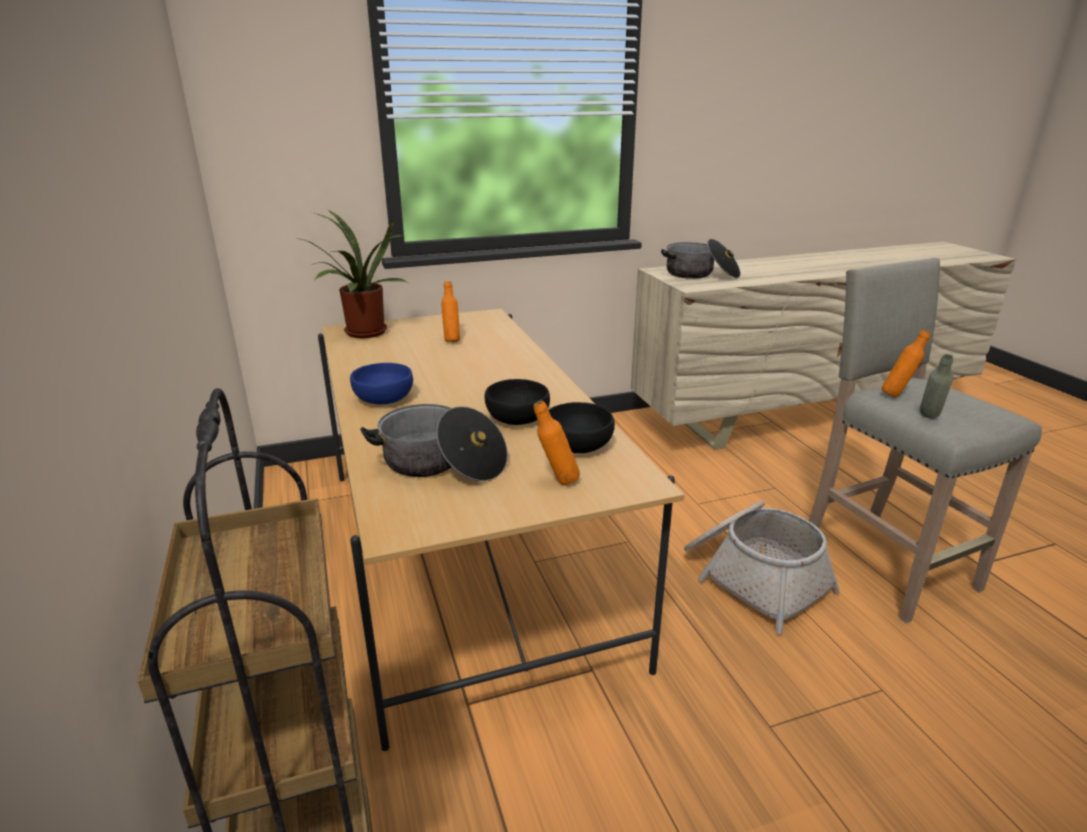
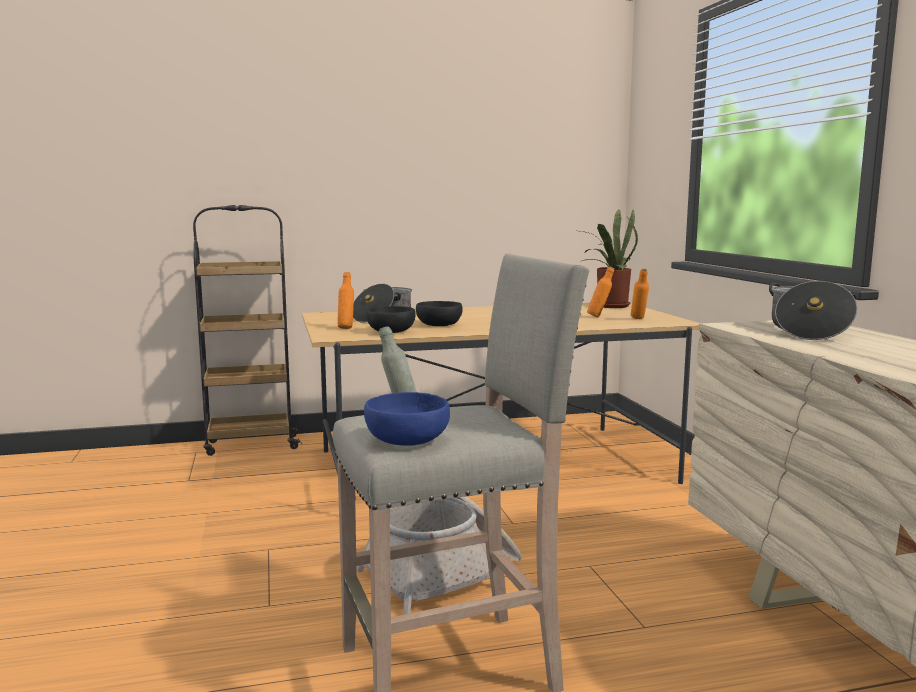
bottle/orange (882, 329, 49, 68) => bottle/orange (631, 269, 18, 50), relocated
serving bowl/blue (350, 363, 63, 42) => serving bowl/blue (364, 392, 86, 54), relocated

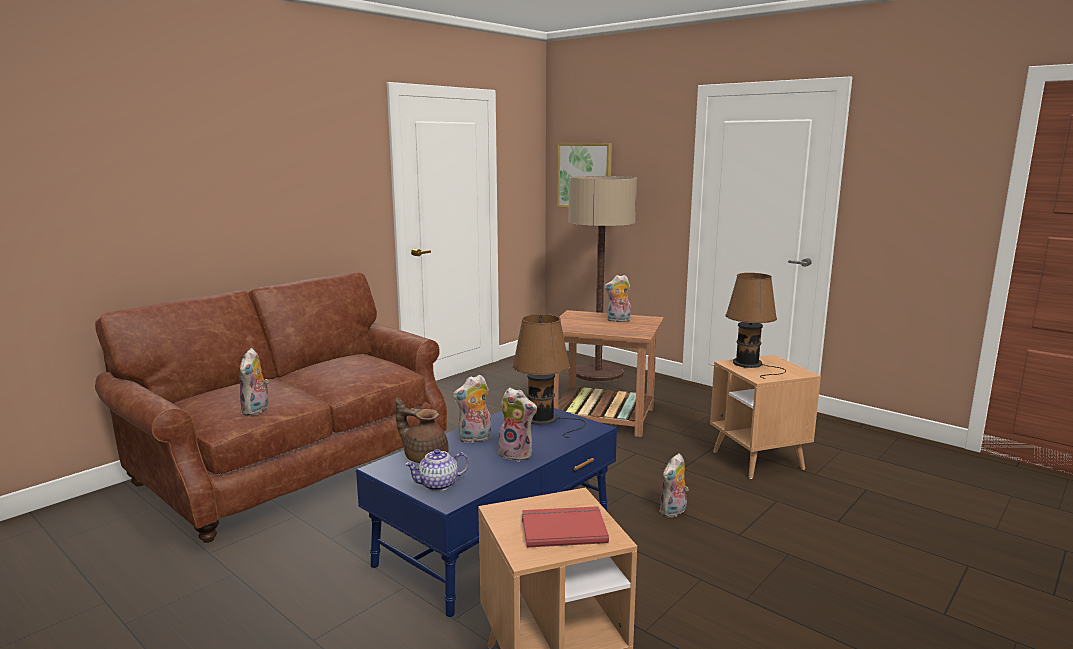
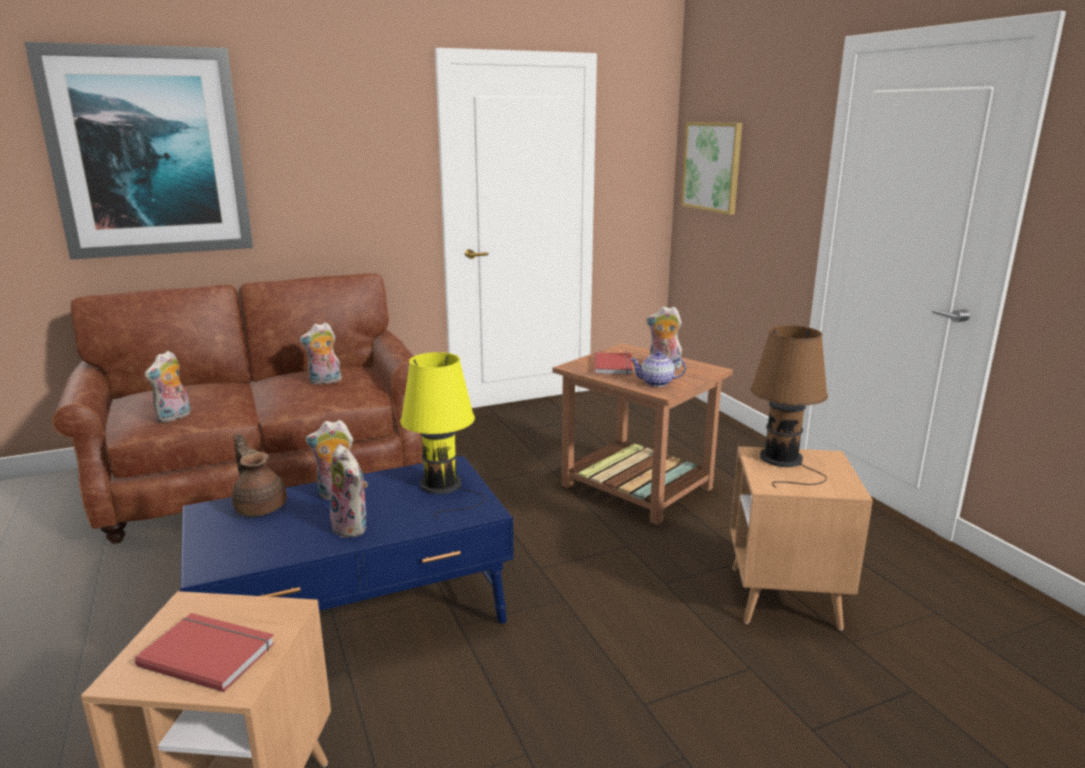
standard lamp (568, 176, 69, 206) => nothing
lamp for a table/brown (512, 314, 74, 124) => lamp for a table/yellowish (400, 352, 85, 167)
pot for tea (405, 449, 64, 42) => pot for tea (630, 351, 56, 36), relocated
plush toy (659, 453, 30, 64) => plush toy (299, 323, 42, 62), relocated
nothing => wall art (24, 42, 229, 217)
nothing => bound book/red-coloured (594, 352, 39, 23)

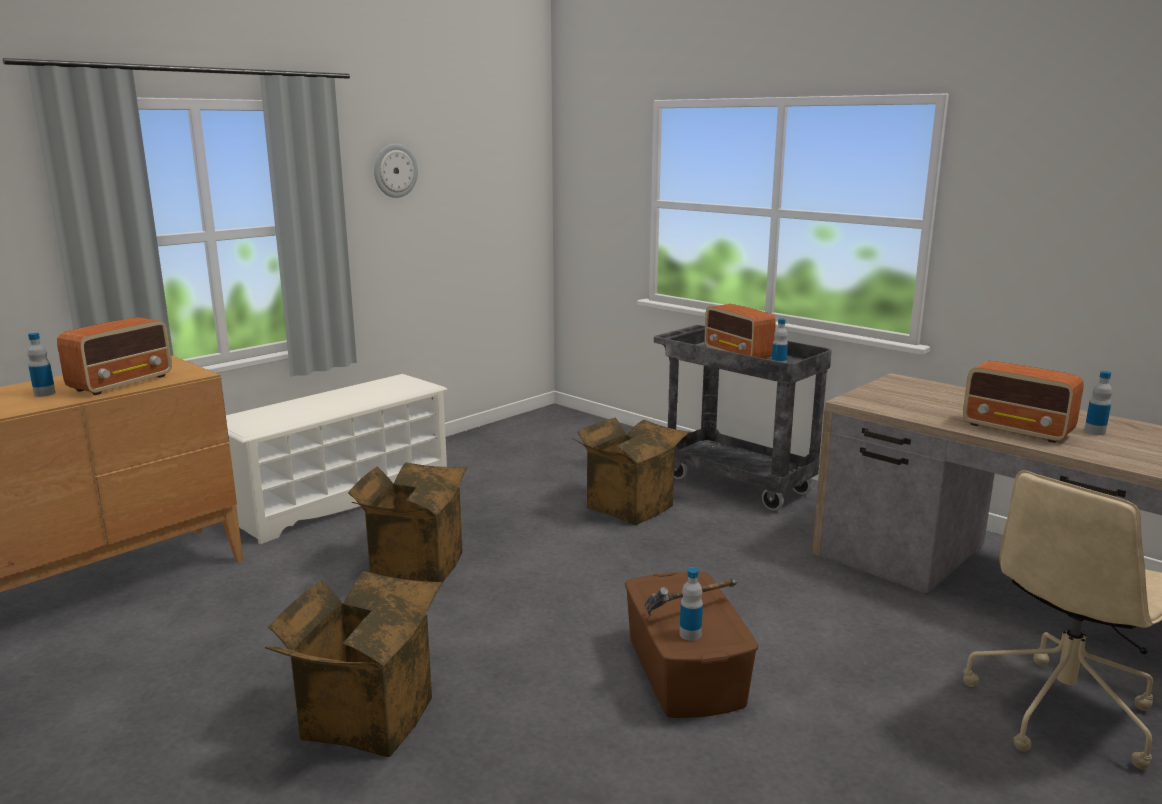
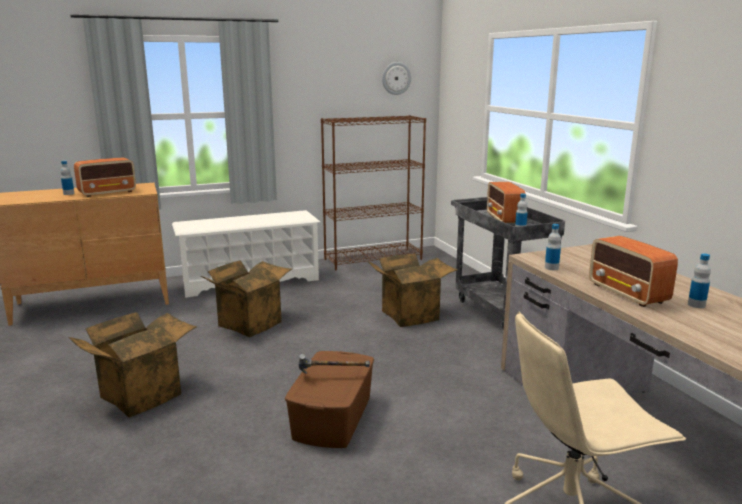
clock on the wall (374, 144, 44, 54) => clock on the wall (382, 62, 29, 33), relocated
bottle (680, 567, 23, 74) => bottle (545, 224, 16, 46), relocated
nothing => shelving unit/brown (321, 115, 105, 155)

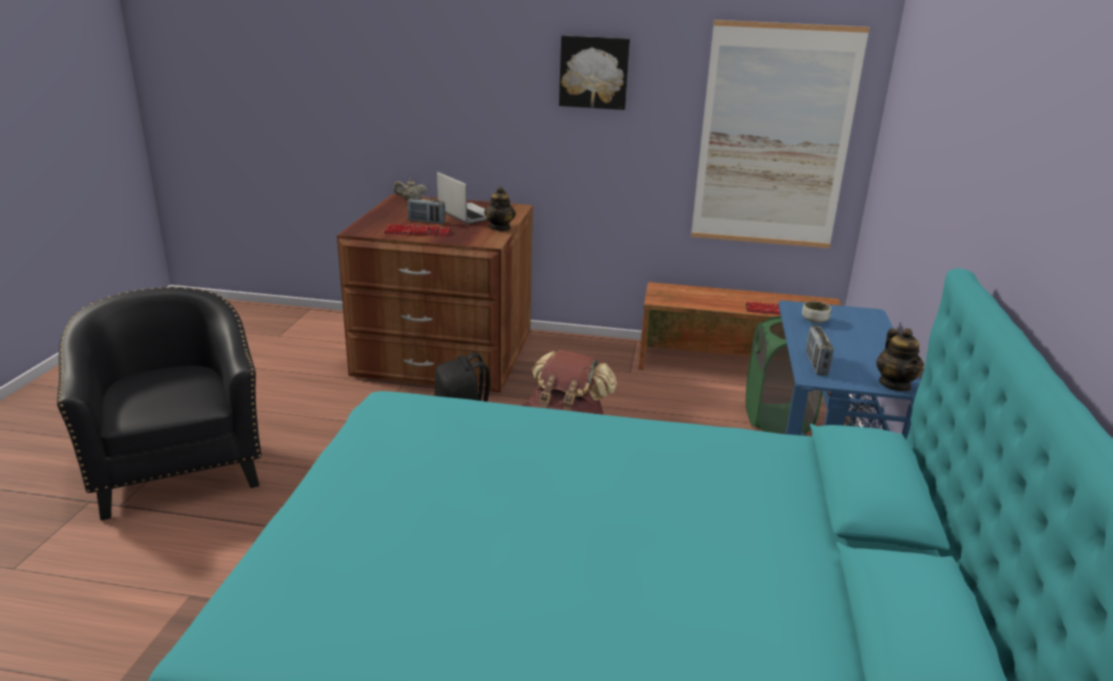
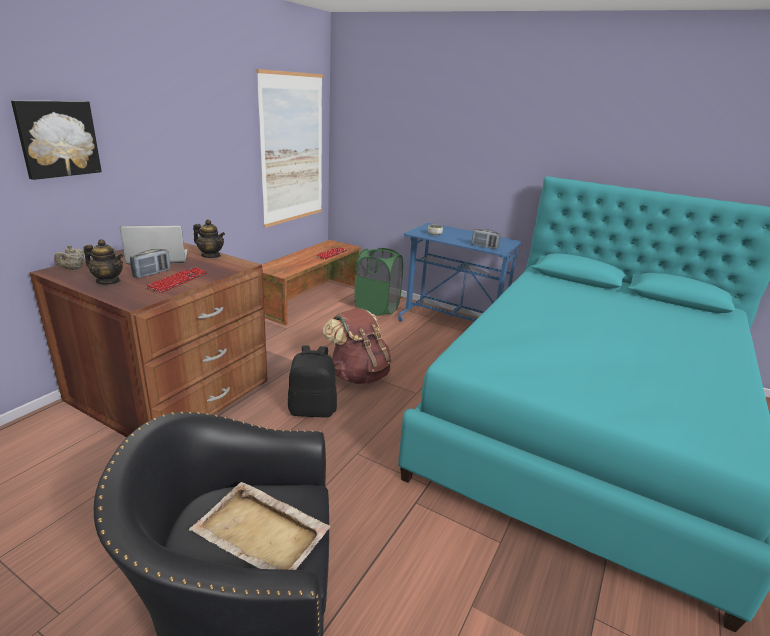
wall art (559, 35, 71, 75) => wall art (11, 101, 91, 79), relocated
pot for tea (876, 328, 48, 64) => pot for tea (84, 239, 39, 45), relocated
nothing => tray/beige-coloured (189, 482, 142, 88)

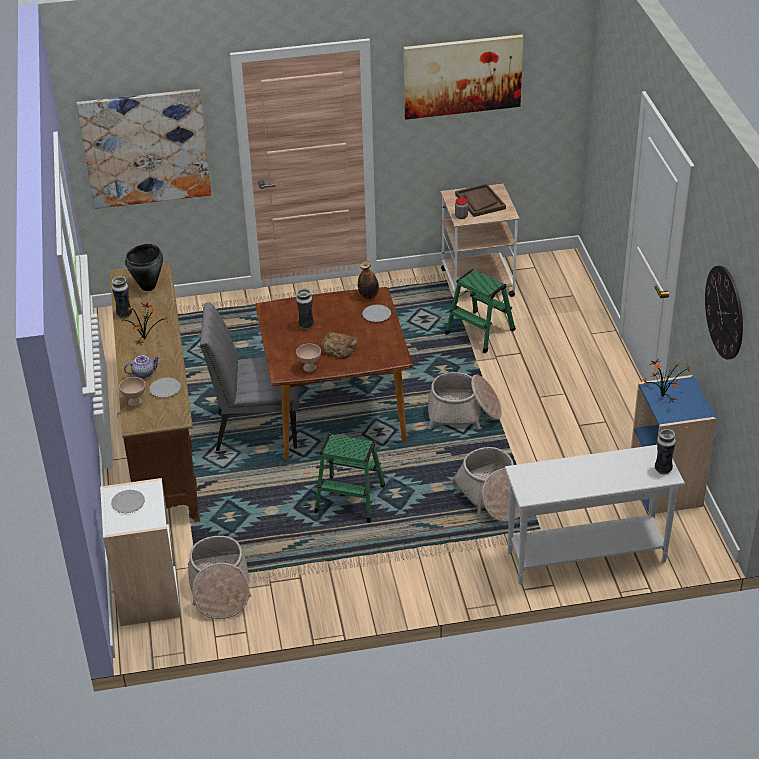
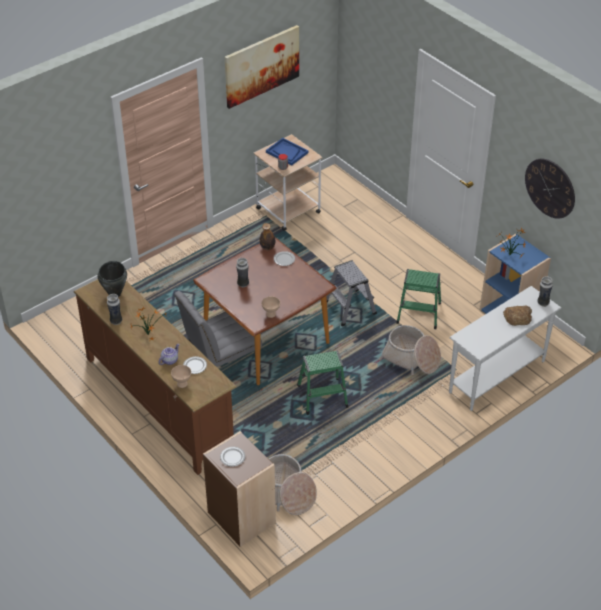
wall art (77, 89, 134, 120) => nothing
tray/brown (455, 184, 51, 33) => tray/blue (266, 138, 42, 28)
step ladder/green (445, 269, 71, 85) => step ladder/green (396, 269, 45, 60), relocated
bakery bread (321, 332, 36, 27) => bakery bread (503, 306, 29, 20), relocated
storage basket (428, 372, 74, 57) => step ladder/gray (326, 260, 51, 67)
shelving unit/whitish (100, 478, 81, 148) => shelving unit/brown (203, 431, 73, 116)

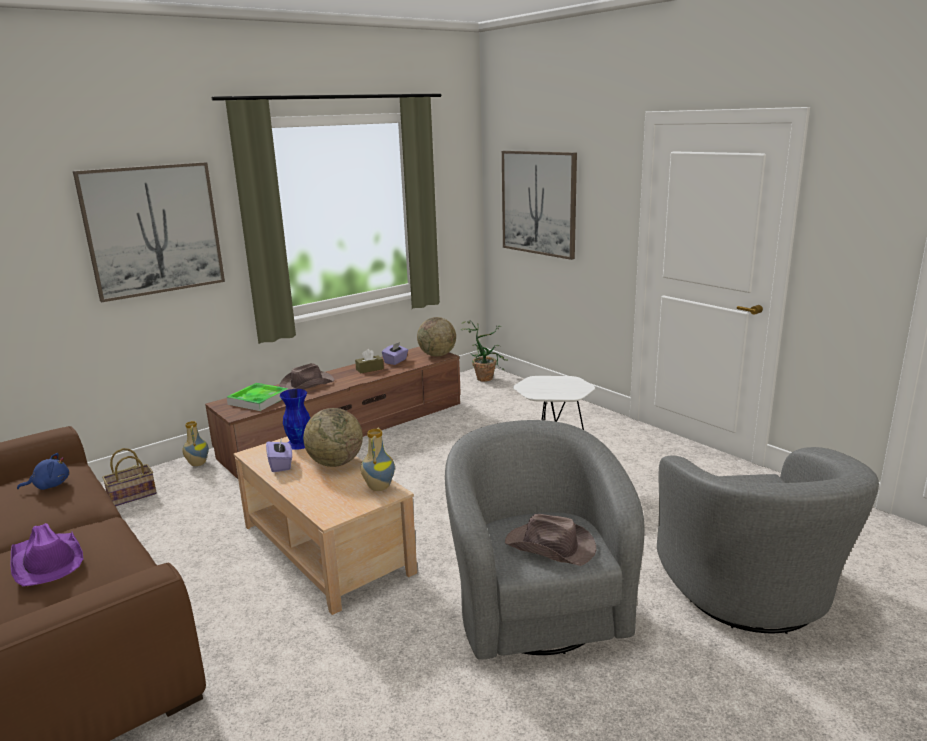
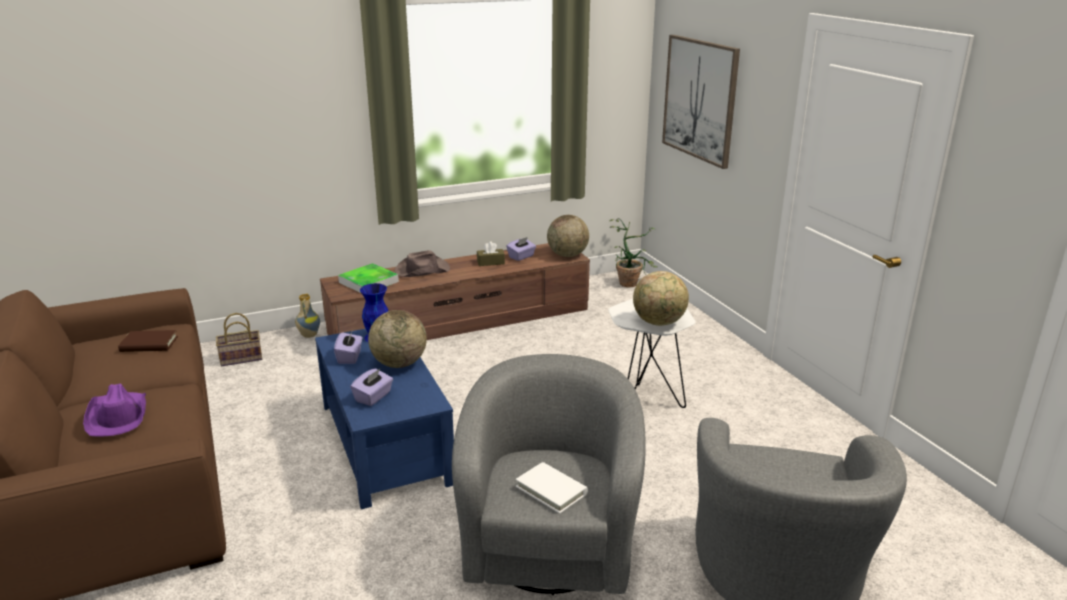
wall art (73, 162, 152, 140) => nothing
decorative vase (361, 427, 34, 64) => nothing
lounge table/beige-coloured (233, 437, 184, 178) => lounge table/blue (315, 329, 139, 180)
plush toy/blue (17, 453, 52, 37) => bound book/brown (118, 330, 60, 22)
clothing hat/brown (505, 514, 91, 52) => bound book/whitish (515, 462, 73, 52)
nothing => desk globe (633, 271, 56, 55)
nothing => tissue box/purple (350, 368, 43, 38)

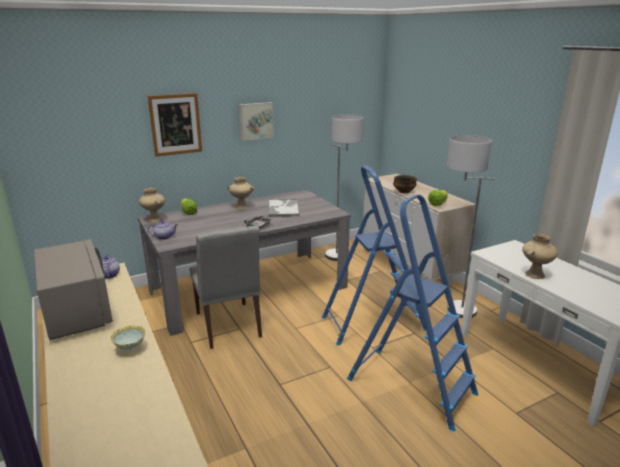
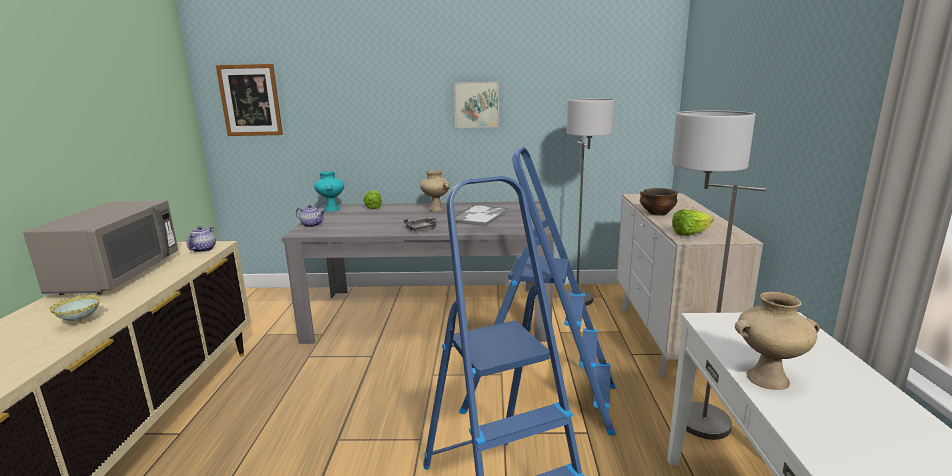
wall art (148, 93, 54, 64) => wall art (216, 64, 67, 72), relocated
decorative vase/beige-coloured (139, 188, 26, 35) => decorative vase/turquoise (314, 171, 30, 41)
chair/gray (189, 225, 73, 124) => nothing

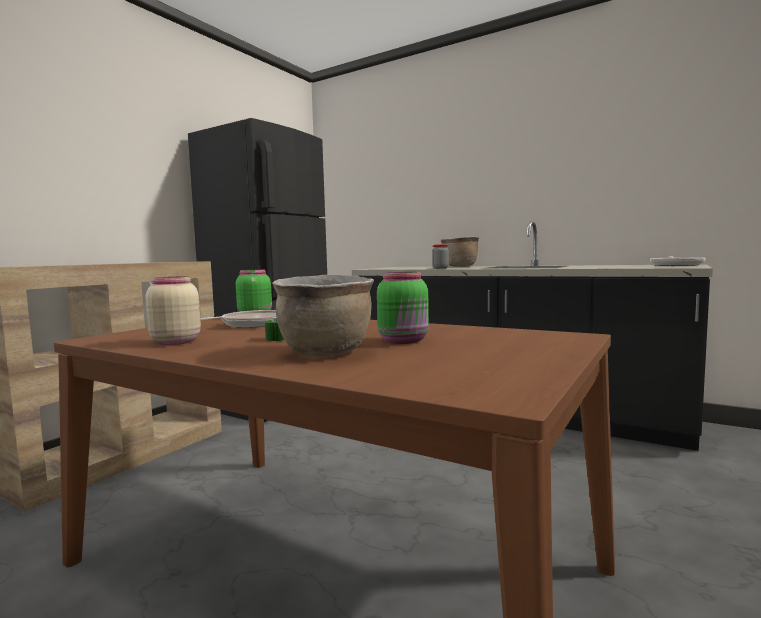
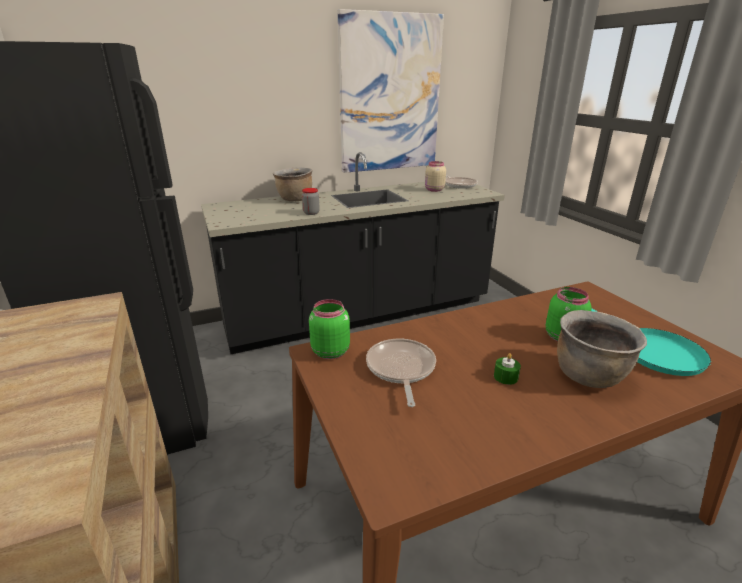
preserve jar/beige-coloured (145, 276, 56, 69) => preserve jar/beige-coloured (425, 161, 21, 31), relocated
nothing => wall art (338, 9, 106, 164)
nothing => frying pan/turquoise (591, 309, 120, 67)

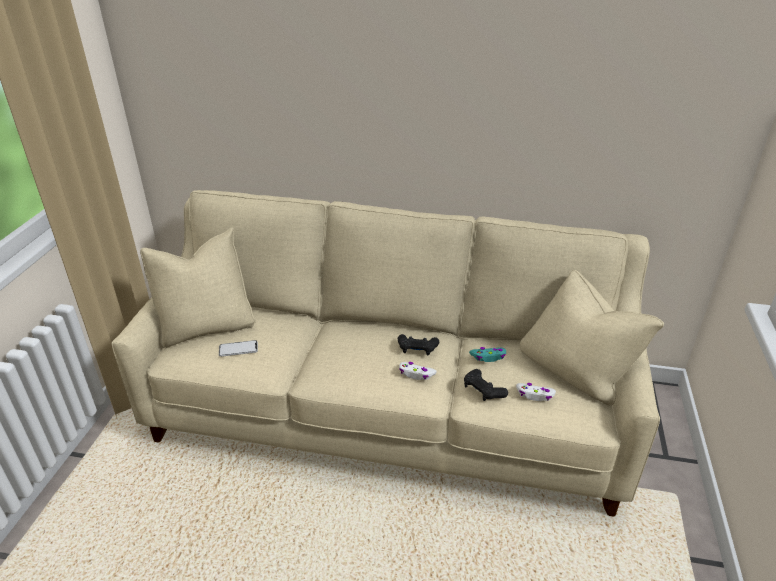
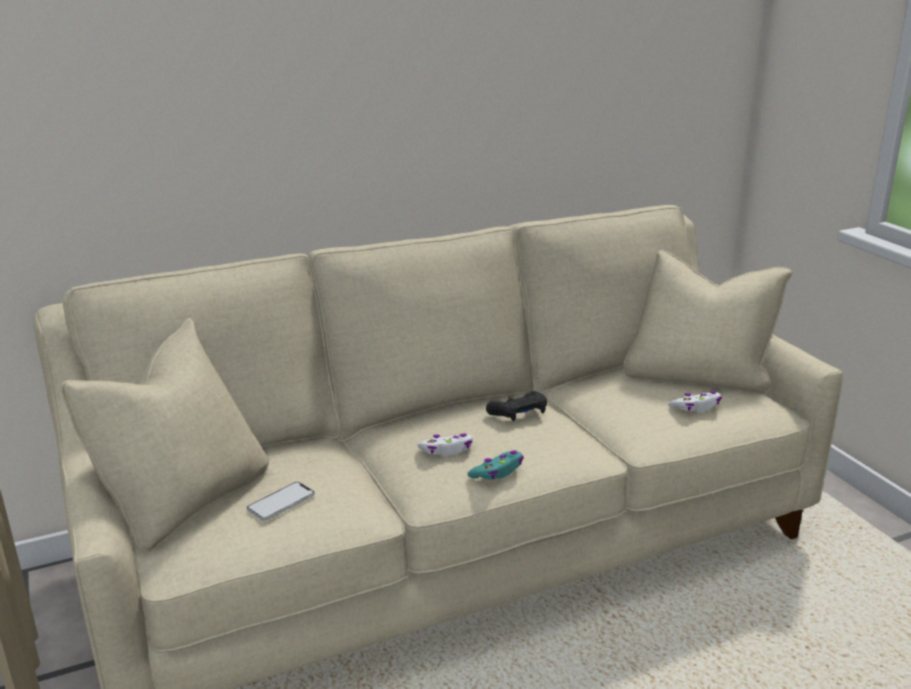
joypad/turquoise (469, 347, 37, 15) => joypad/turquoise (467, 450, 57, 30), relocated
joypad/whitish (399, 362, 38, 18) => joypad/whitish (417, 433, 56, 23), relocated
joypad/blackish (464, 369, 44, 32) => nothing

